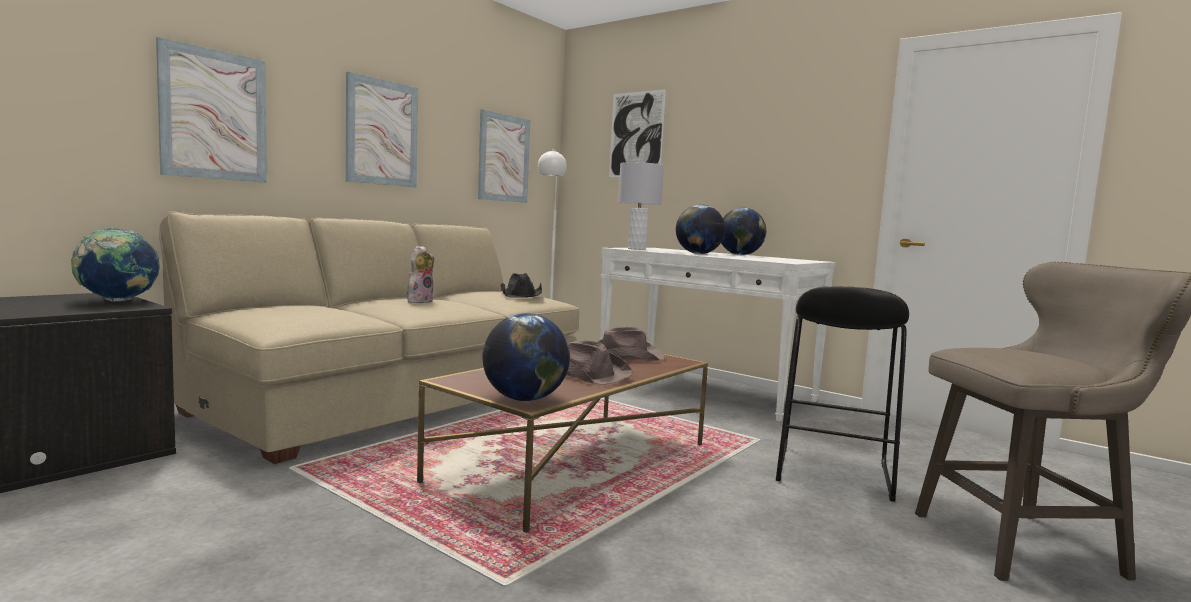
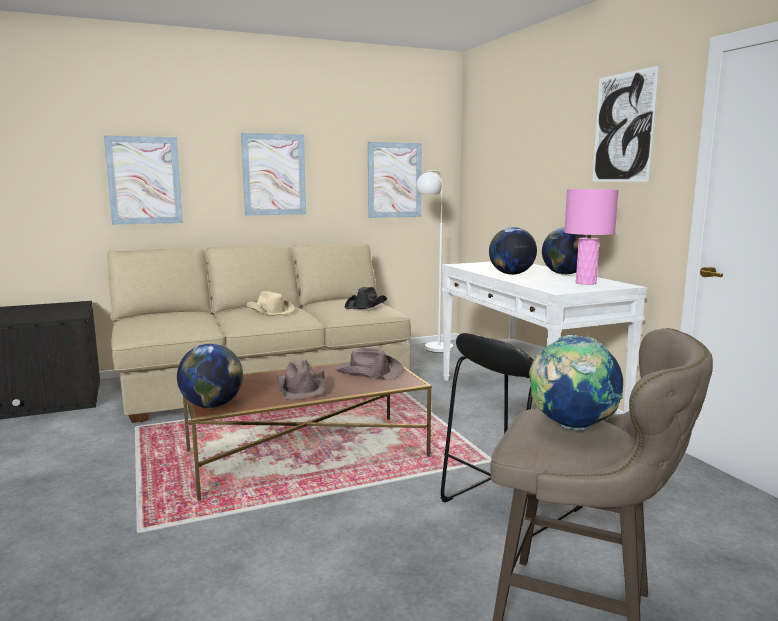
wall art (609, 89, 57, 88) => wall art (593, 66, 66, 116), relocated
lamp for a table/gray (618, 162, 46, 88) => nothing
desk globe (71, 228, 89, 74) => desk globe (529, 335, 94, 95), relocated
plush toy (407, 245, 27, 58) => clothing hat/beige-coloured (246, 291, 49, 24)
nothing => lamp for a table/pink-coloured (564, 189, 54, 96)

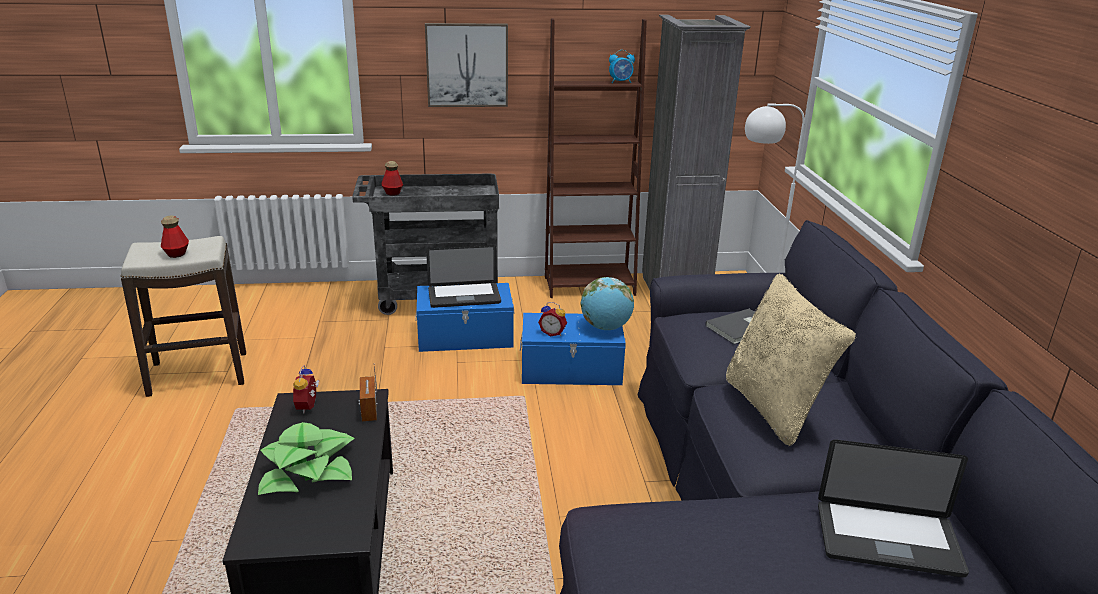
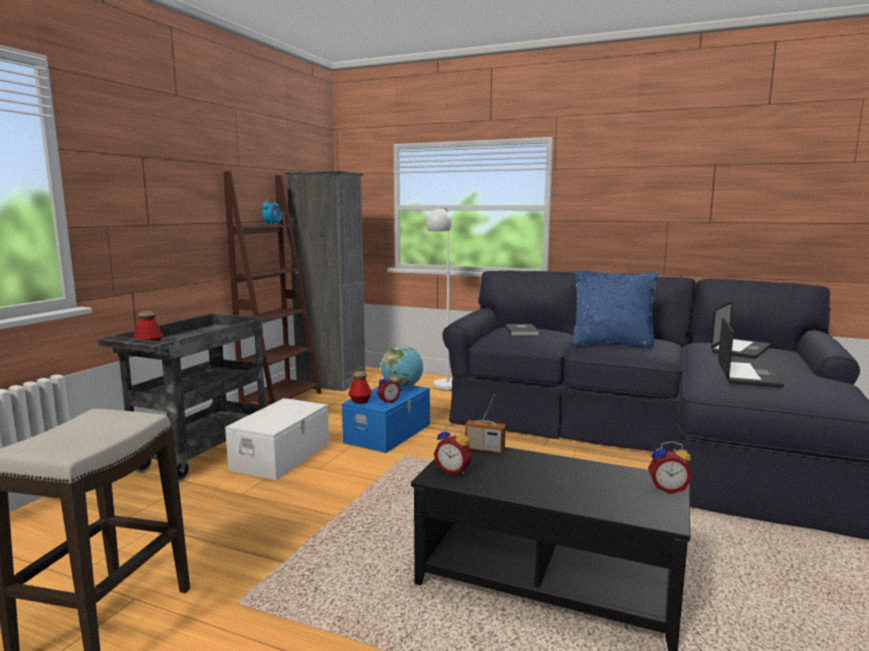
wall art (425, 23, 83, 84) => nothing
bottle (161, 216, 28, 42) => bottle (348, 371, 24, 33), relocated
notebook computer (426, 245, 75, 63) => notebook computer (718, 317, 66, 71), relocated
pillow/beige-coloured (726, 273, 130, 173) => pillow/blue (572, 270, 87, 79)
storage container/blue (415, 283, 100, 69) => storage container/whitish (225, 398, 104, 82)
plant in a pot (258, 422, 97, 73) => nothing
nothing => table clock (648, 441, 44, 53)

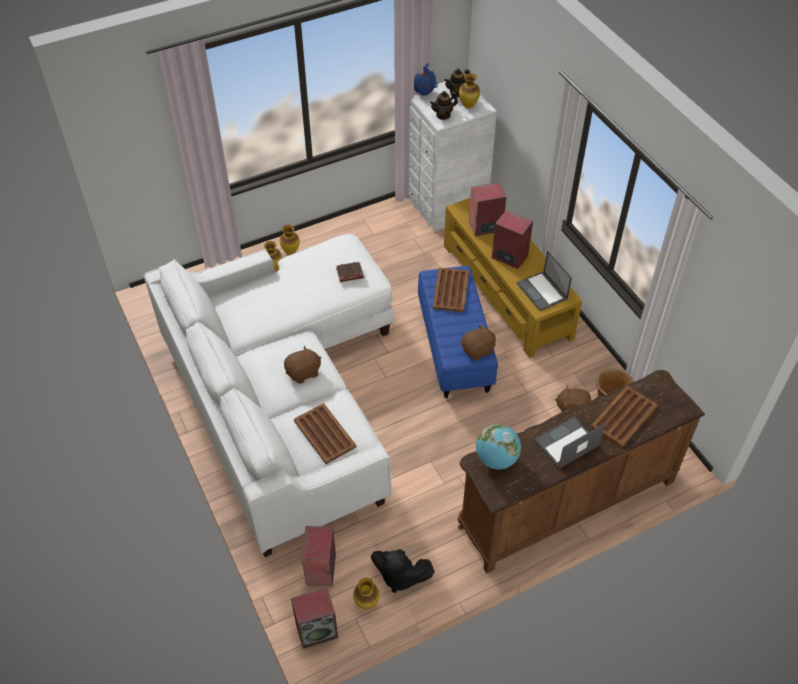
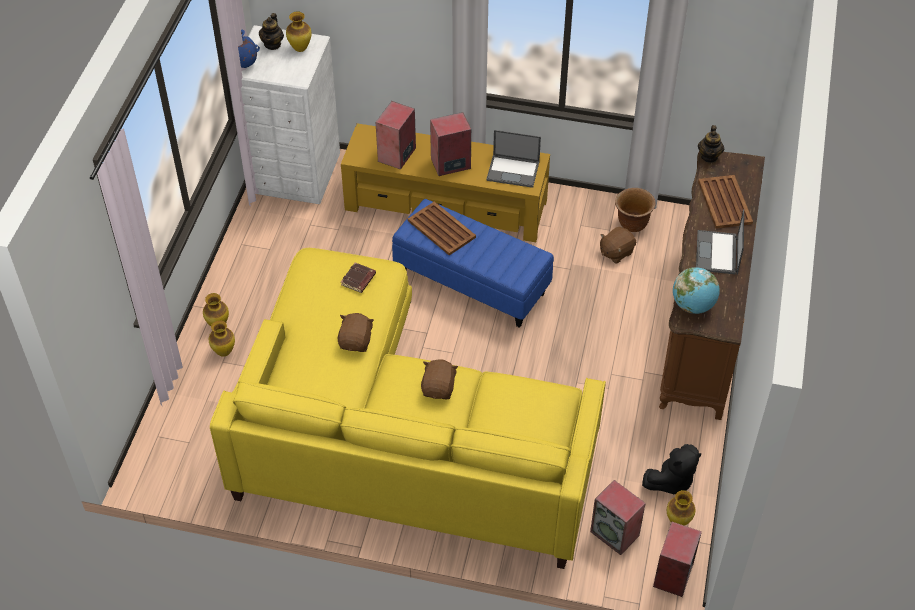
pot for tea (430, 91, 28, 29) => pot for tea (698, 125, 26, 38), relocated
sofa/whitish (144, 234, 251, 323) => sofa/yellowish (210, 248, 396, 321)
plush toy/brown (461, 324, 35, 37) => plush toy/brown (338, 313, 36, 39), relocated
tray/brown (294, 403, 63, 61) => nothing

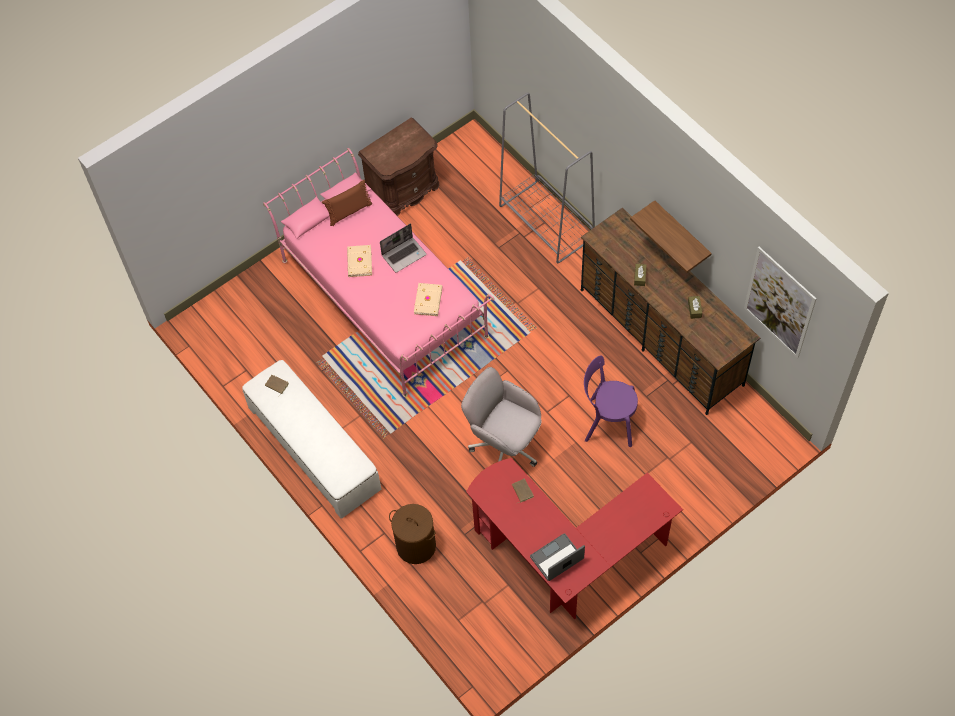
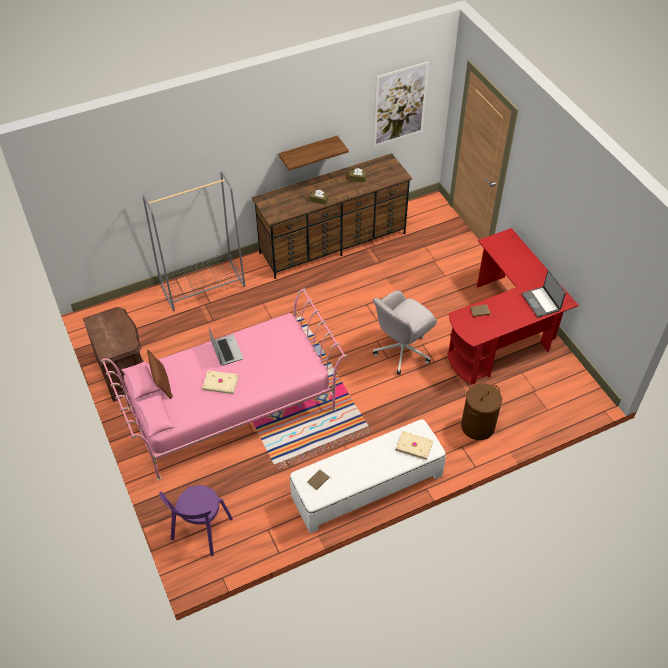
bound book/beige-coloured (414, 283, 29, 33) => bound book/beige-coloured (395, 431, 38, 29), relocated
chair/purple (584, 355, 54, 92) => chair/purple (159, 485, 74, 71), relocated

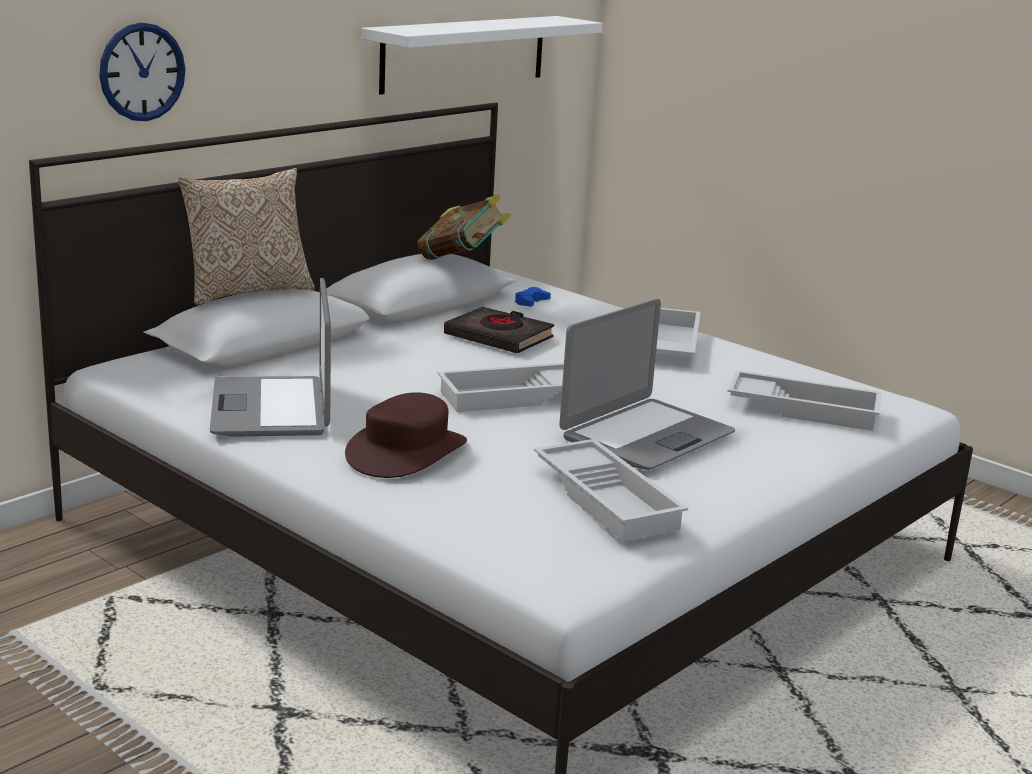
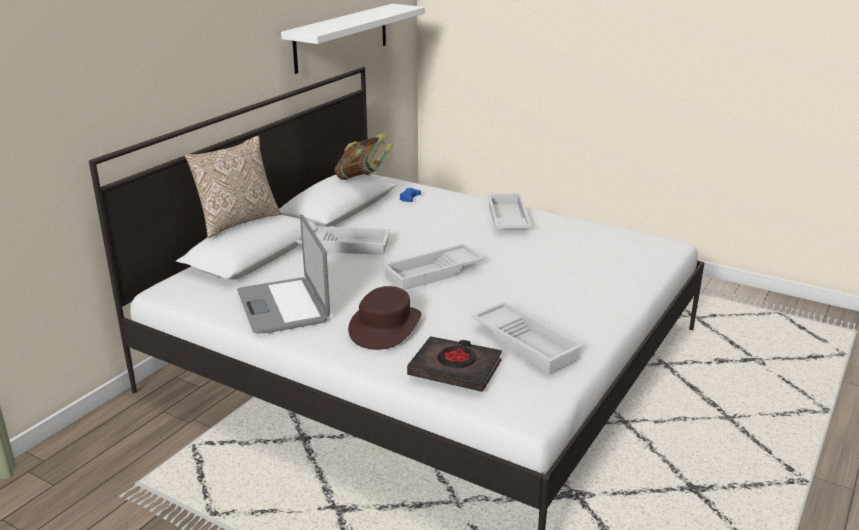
clock on the wall (99, 22, 87, 99) => nothing
notebook computer (559, 299, 176, 171) => nothing
bound book/blackish (444, 307, 110, 46) => bound book/blackish (407, 336, 95, 56), relocated
tray/whitish (727, 370, 155, 61) => tray/whitish (296, 226, 94, 29), relocated

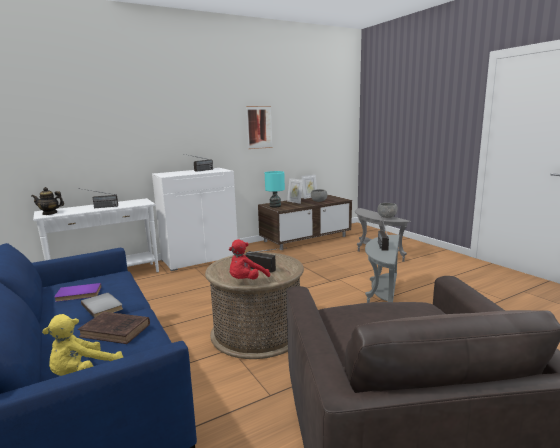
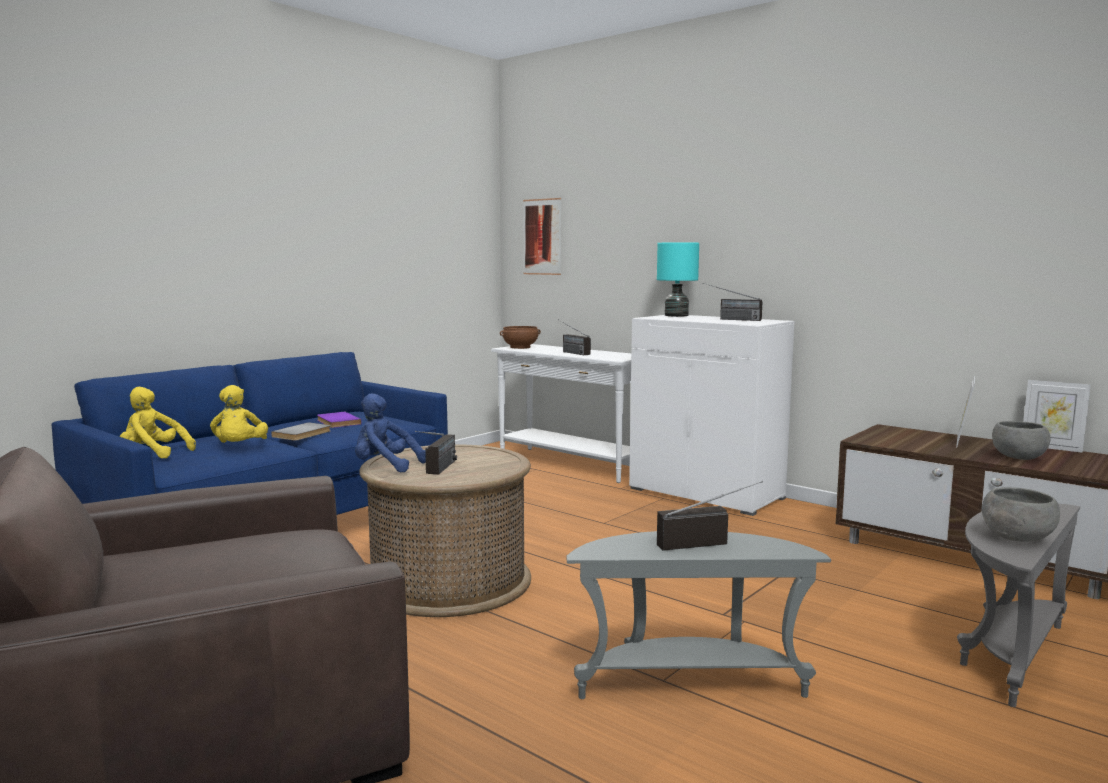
wall art (246, 106, 26, 43) => wall art (523, 198, 38, 77), relocated
lamp for a table/turquoise (265, 171, 20, 37) => lamp for a table/turquoise (657, 242, 42, 75), relocated
pot for tea (32, 187, 32, 28) => serving bowl/brown (500, 326, 41, 23)
plush toy/red-coloured (229, 239, 41, 40) => plush toy/blue (355, 393, 71, 79)
bound book/brown (78, 312, 72, 32) => plush toy/yellowish (210, 385, 58, 58)

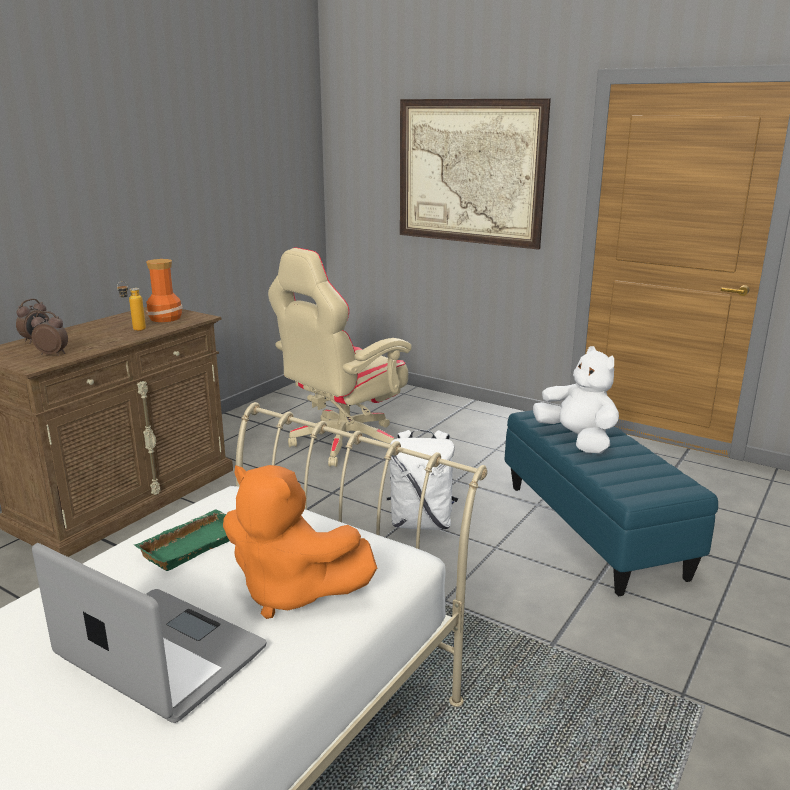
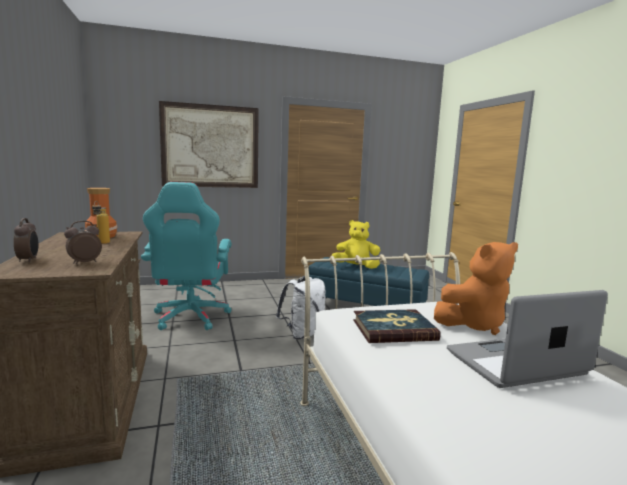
desk chair/beige-coloured (268, 248, 144, 219) => desk chair/turquoise (141, 182, 91, 148)
plush toy/whitish (533, 346, 86, 108) => plush toy/yellowish (331, 220, 49, 49)
tray/green (134, 509, 96, 62) => bound book (353, 309, 87, 34)

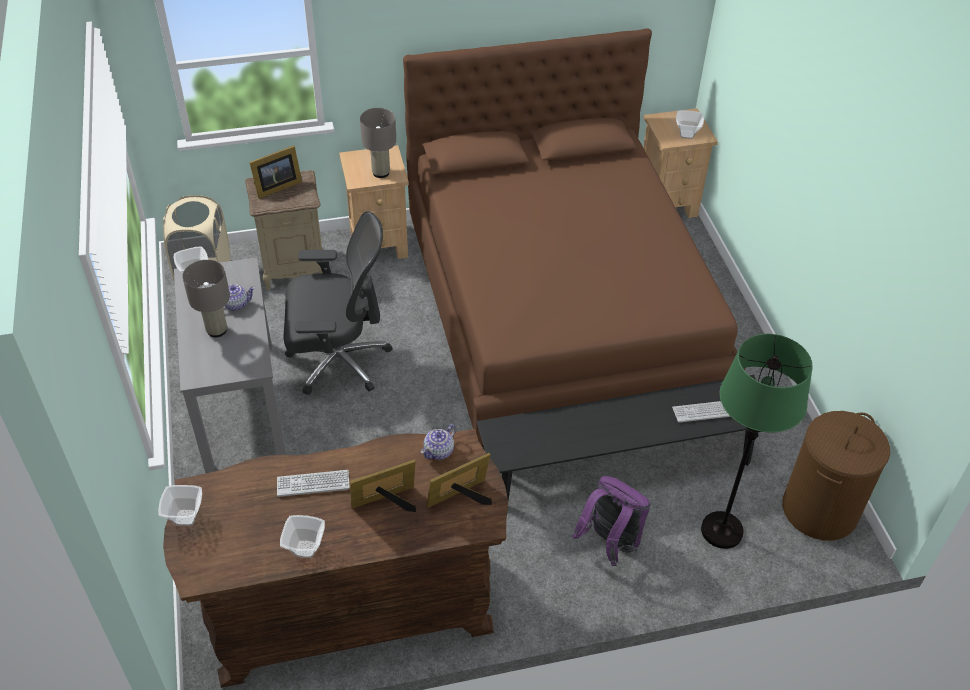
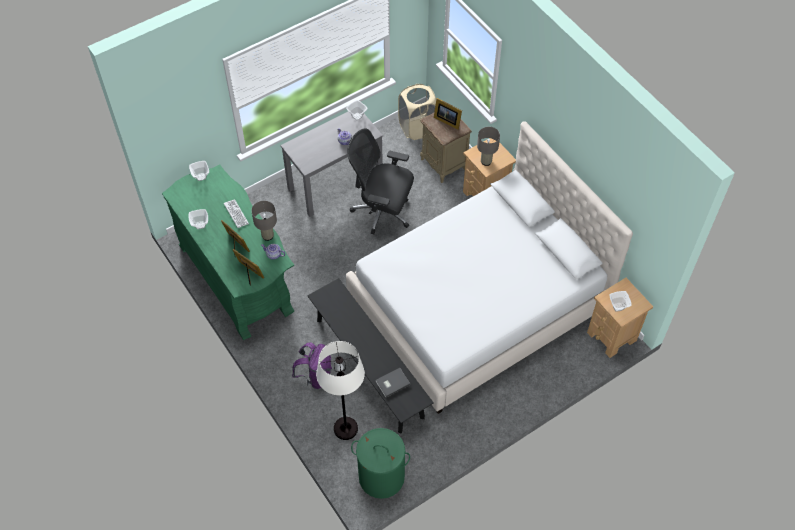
sleeping bed/brown (403, 28, 342, 421) => sleeping bed/whitish (346, 121, 287, 293)
desk chair (284, 211, 109, 184) => desk chair (347, 128, 67, 106), 135 degrees clockwise
lamp for a table/gray (183, 260, 47, 77) => lamp for a table/gray (252, 201, 25, 40), relocated
standard lamp/green (701, 334, 112, 215) => standard lamp/whitish (316, 341, 49, 99)
computer keyboard (672, 401, 59, 21) => bound book/gray (375, 368, 35, 29)
washing basket/brown (782, 411, 108, 130) => washing basket/green (351, 428, 59, 71)
dresser/brown (163, 429, 345, 259) => dresser/green (162, 164, 132, 176)

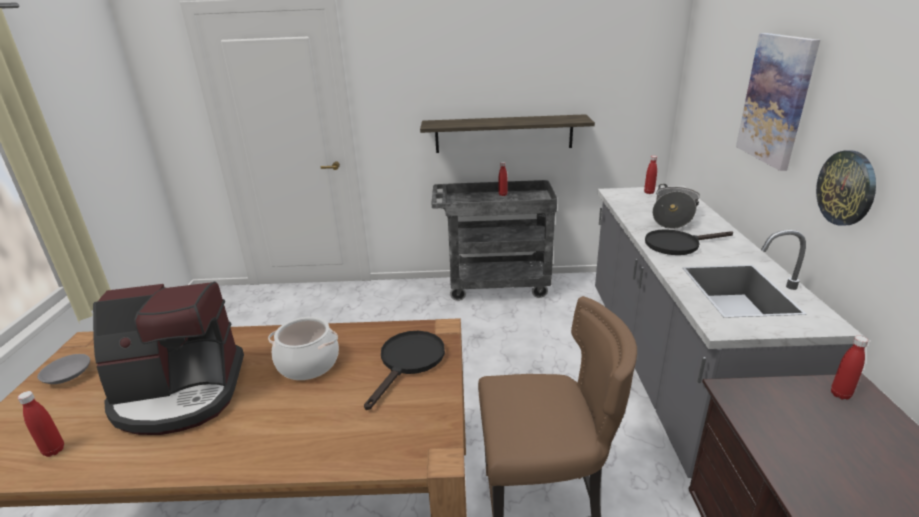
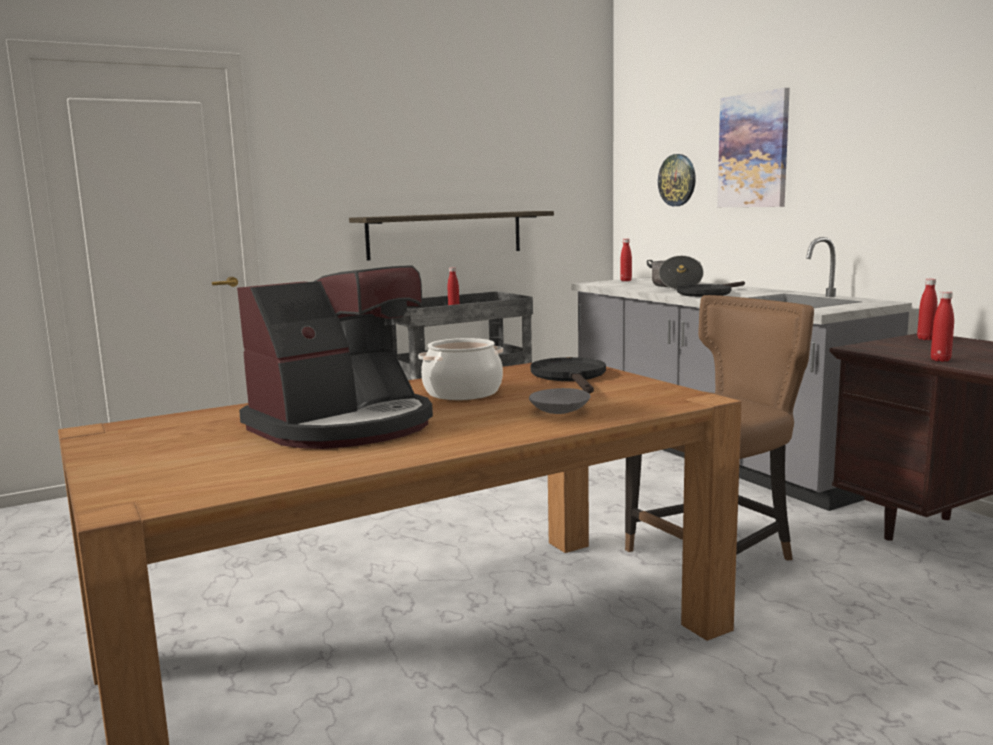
clock on the wall (816, 150, 60, 76) => clock on the wall (658, 154, 38, 52), relocated
serving bowl/gray (37, 354, 53, 30) => serving bowl/gray (529, 388, 62, 26), relocated
bottle/red-coloured (17, 391, 47, 66) => bottle/red-coloured (931, 291, 23, 71), relocated

